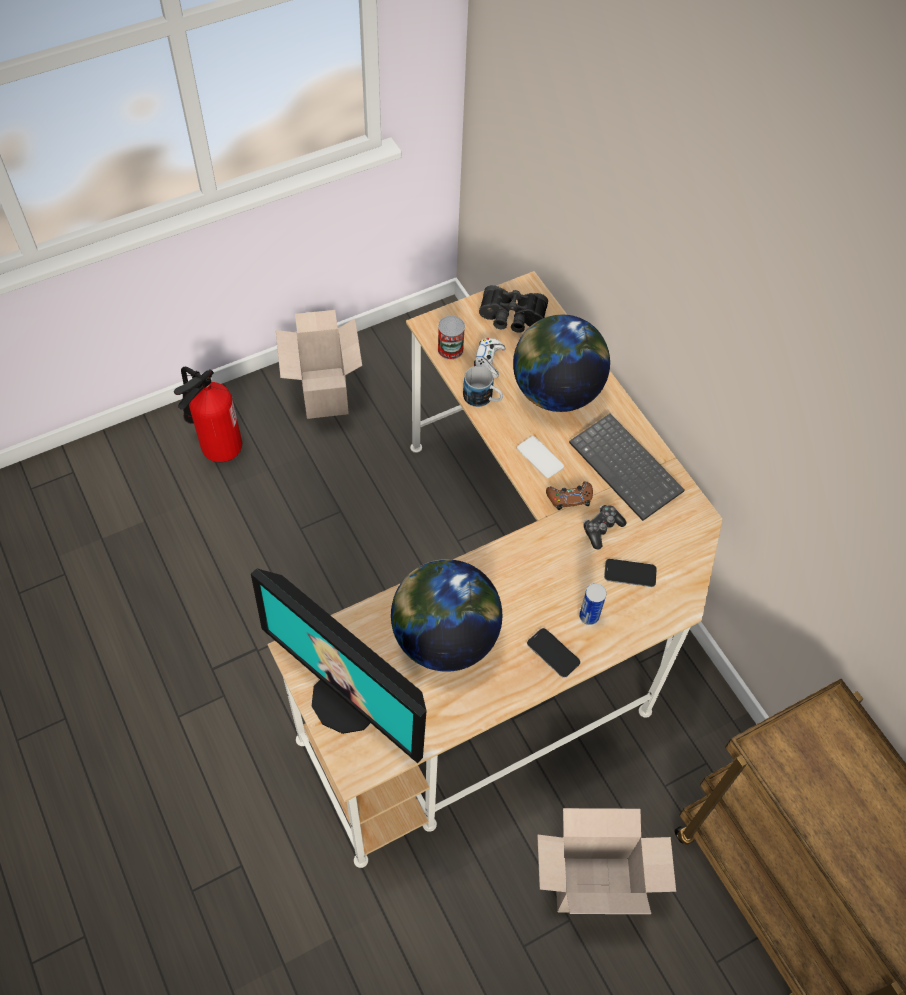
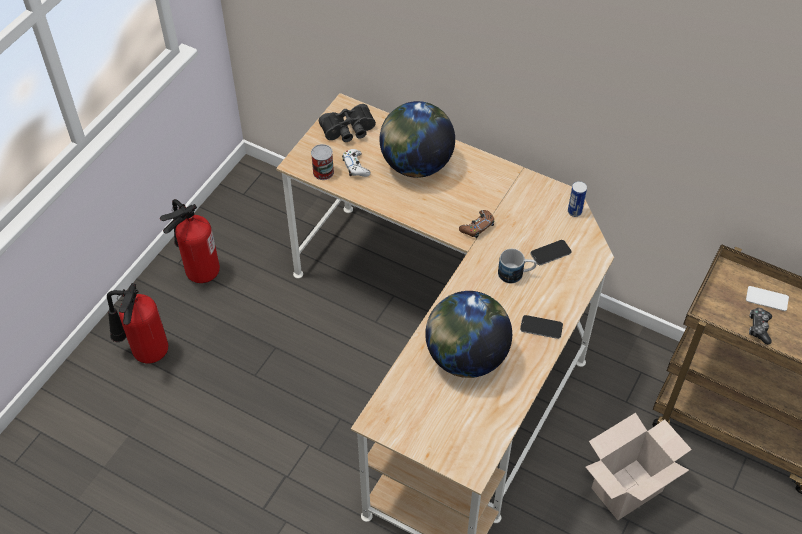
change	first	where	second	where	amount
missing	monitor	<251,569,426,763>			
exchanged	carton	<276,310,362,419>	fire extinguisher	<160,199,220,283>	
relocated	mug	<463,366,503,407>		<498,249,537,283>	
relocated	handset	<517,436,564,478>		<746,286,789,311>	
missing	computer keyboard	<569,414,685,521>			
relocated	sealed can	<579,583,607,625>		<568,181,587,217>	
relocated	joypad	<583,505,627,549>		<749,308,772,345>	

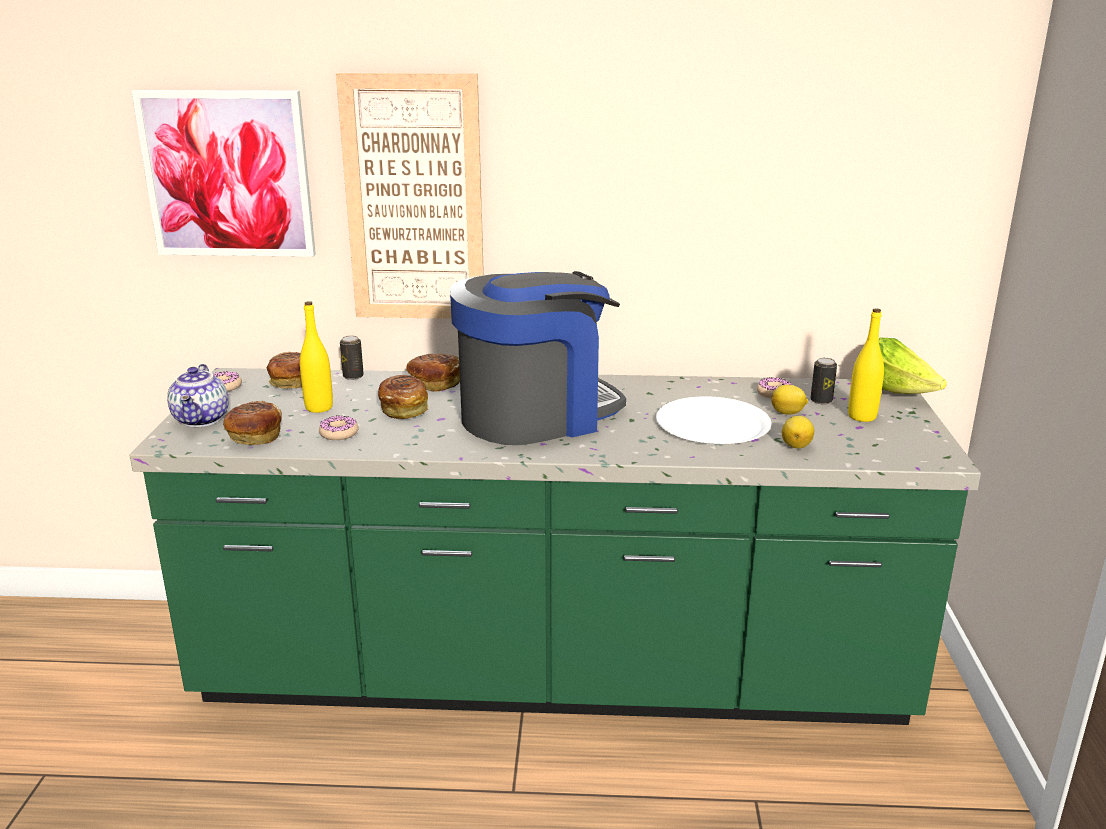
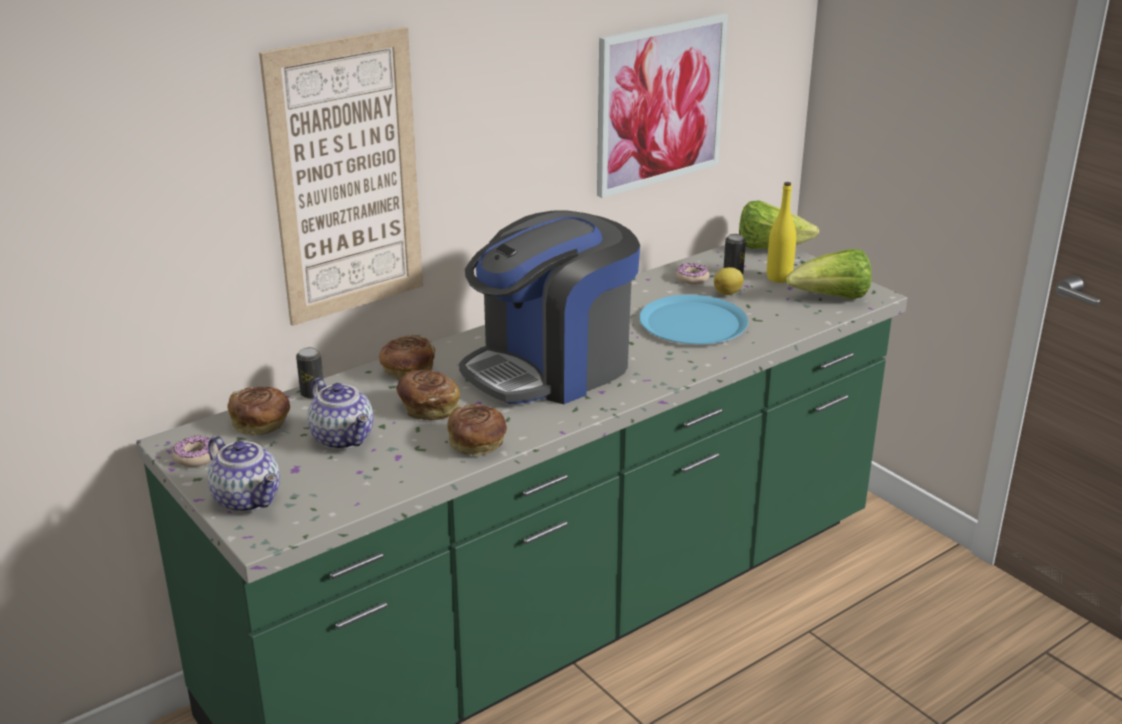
change	first	where	second	where	amount
relocated	wall picture	<132,90,316,257>		<597,13,728,198>	
relocated	baked bread	<223,401,282,445>		<447,404,507,456>	
exchanged	yellow beverage bottle	<300,301,333,413>	teapot	<307,378,373,450>	
missing	doughnut	<319,416,359,440>			
spun	coffee maker	<450,271,626,445>		<459,211,640,404>	150 degrees counterclockwise
colour	white dinner plate	<656,396,771,444>	bluish dinner plate	<639,295,748,344>	
missing	citrus fruit	<782,416,814,448>			
appeared			lettuce head	<786,249,872,299>	

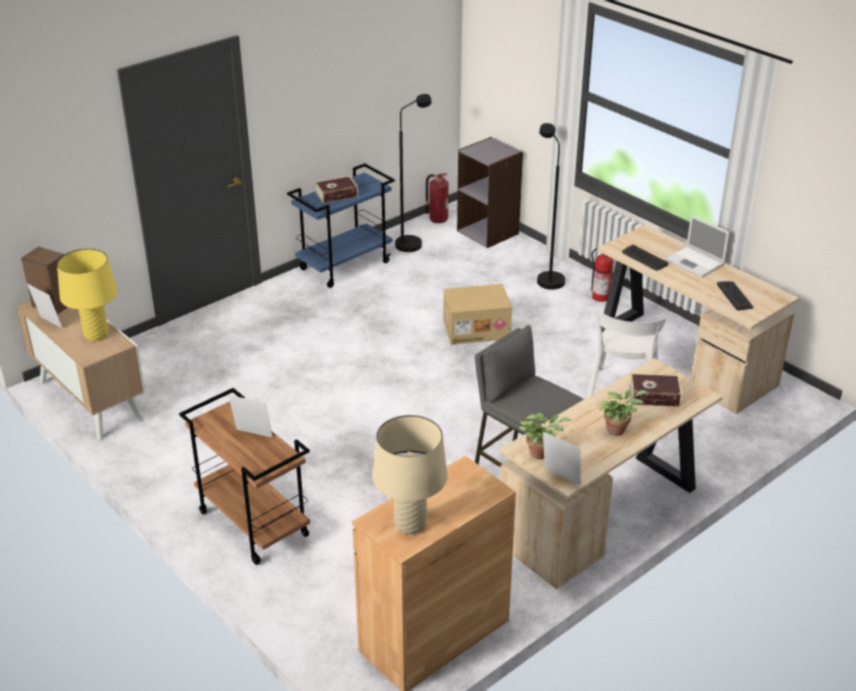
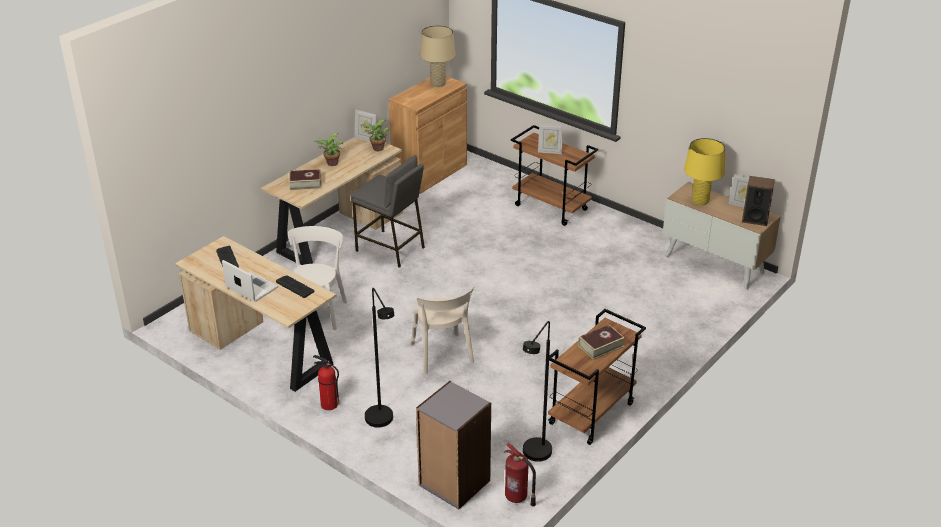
change	first	where	second	where	amount
colour	bluish wheeled cart	<287,163,395,288>	brown wheeled cart	<548,309,646,445>	
exchanged	carton	<443,284,512,345>	beige-coloured upright chair	<411,286,475,374>	

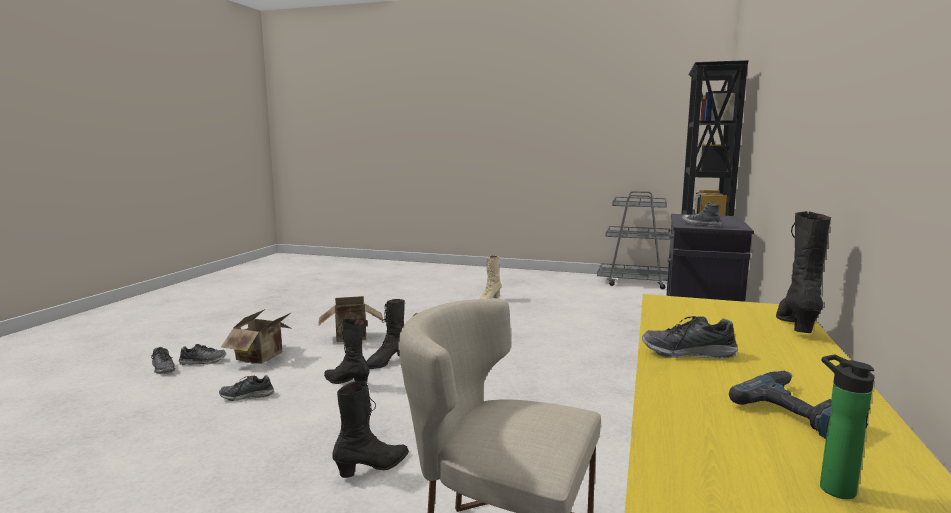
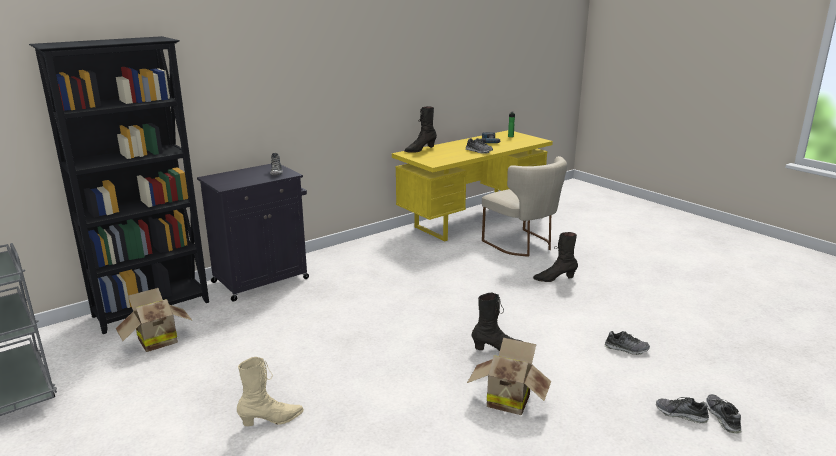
change	first	where	second	where	amount
relocated	carton	<221,309,293,364>		<116,288,193,352>	
missing	black-coloured high-top boot	<324,318,369,384>			

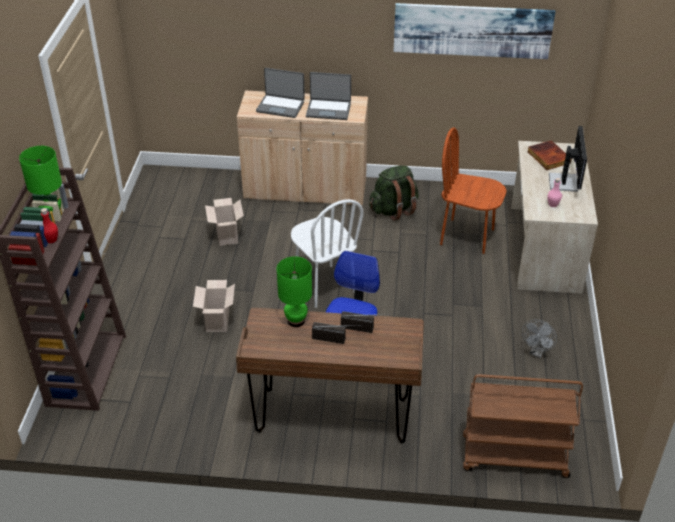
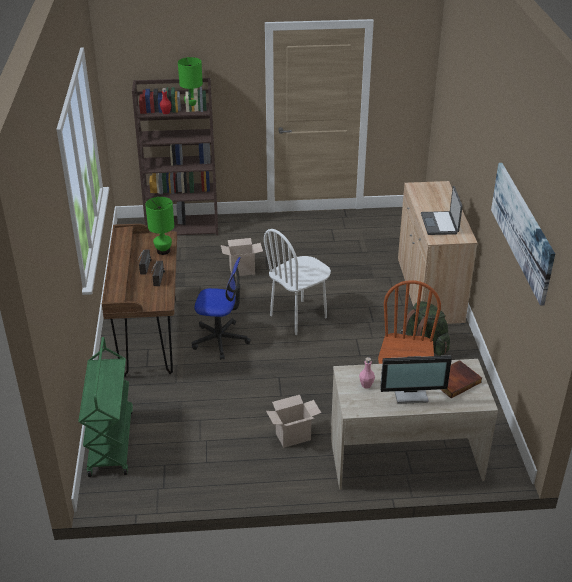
change	first	where	second	where	amount
relocated	carton	<205,198,244,246>		<266,395,321,448>	
missing	portable computer	<256,68,305,118>			
colour	brown wheeled cart	<463,374,583,478>	green-coloured wheeled cart	<78,337,133,477>	
missing	gray electric fan	<522,319,557,358>			

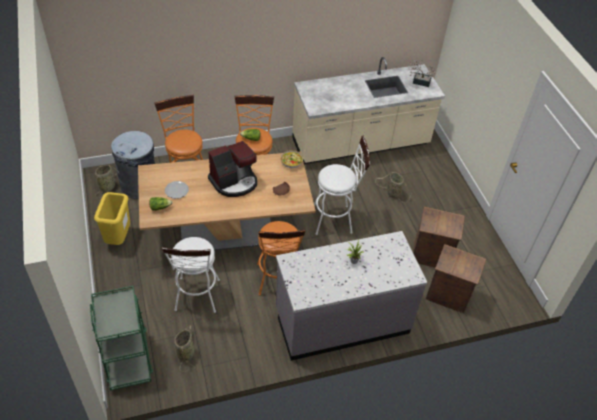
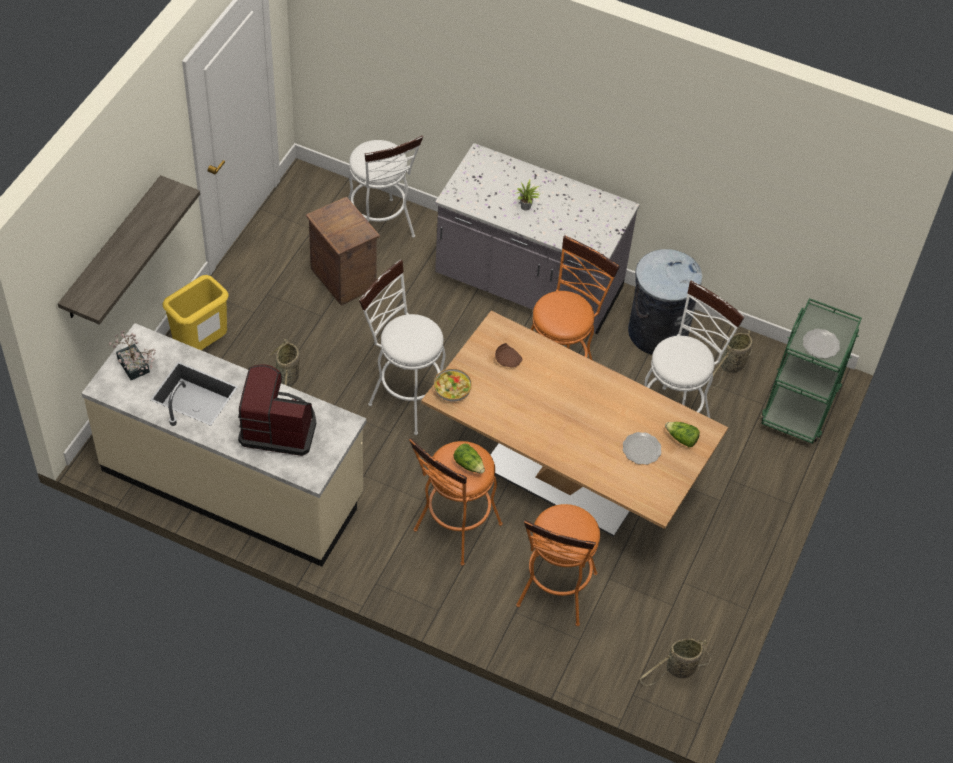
change	first	where	second	where	amount
relocated	yellow rubbish bin	<94,192,130,245>		<163,275,229,350>	
relocated	gray rubbish bin	<111,131,155,199>		<628,249,702,355>	
relocated	coffee maker	<208,141,257,197>		<238,364,316,456>	
exchanged	crate	<426,244,486,313>	white stool	<348,136,423,238>	
appeared			wall shelf	<58,175,200,325>	
appeared			dinner plate	<803,329,840,359>	

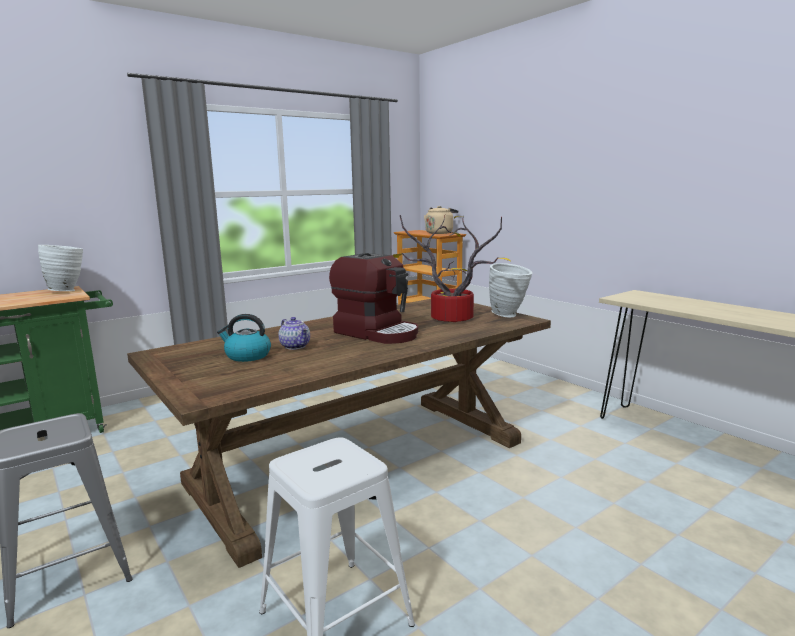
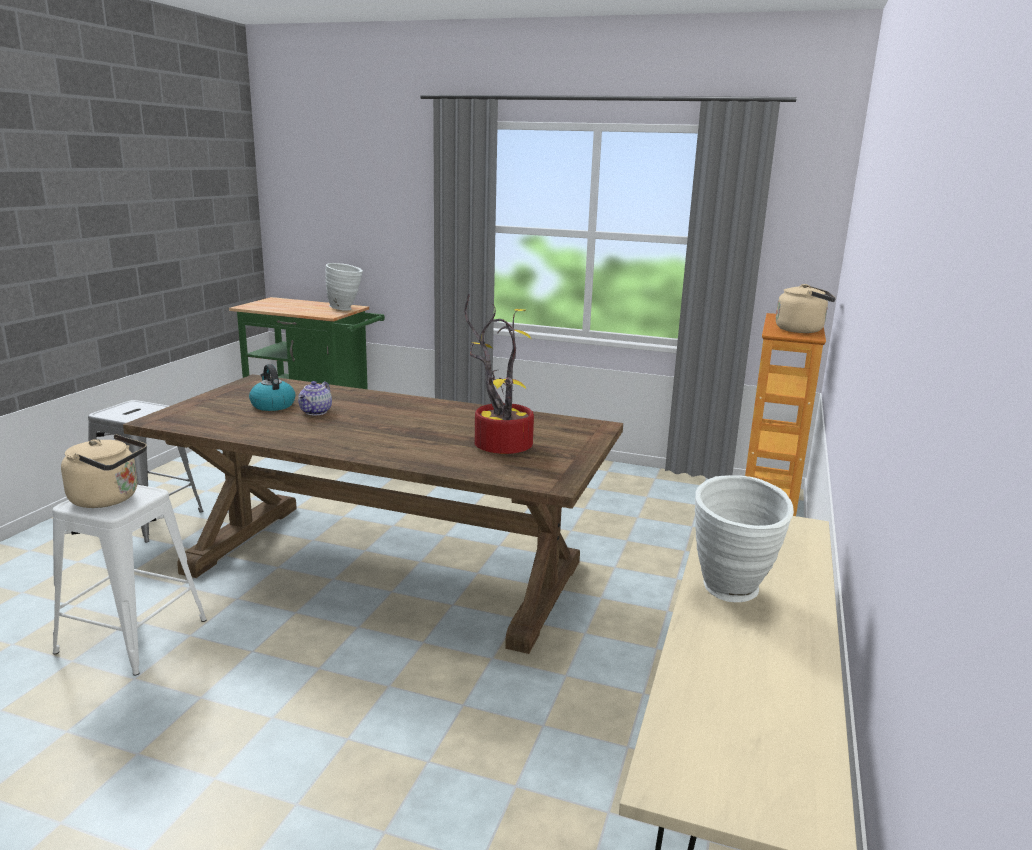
change	first	where	second	where	amount
missing	coffee maker	<329,253,418,344>			
relocated	white decorative vase	<489,263,533,317>		<695,475,794,602>	
appeared			beige-coloured tea kettle	<61,434,147,508>	

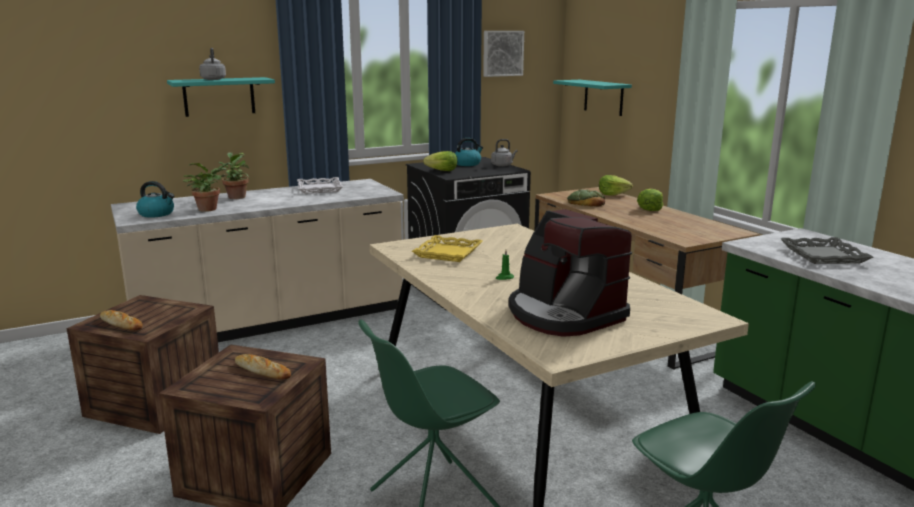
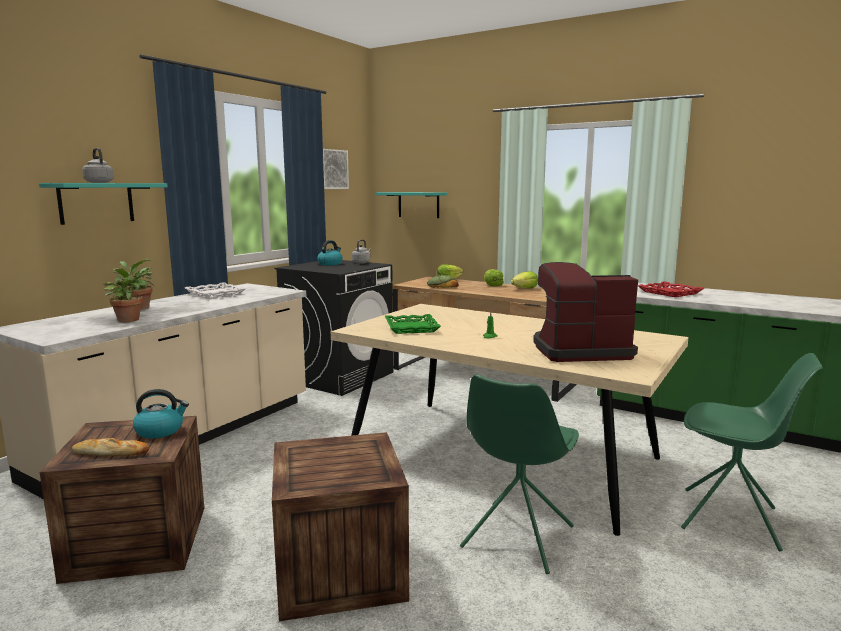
change	first	where	second	where	amount
relocated	tea kettle	<136,181,175,218>		<133,389,189,439>	
missing	baked bread	<235,354,291,379>			
colour	yellow carrying tray	<412,235,482,262>	green-coloured carrying tray	<385,314,441,334>	
relocated	lettuce head	<423,151,457,171>		<511,271,538,288>	
spun	coffee maker	<509,209,632,337>		<533,262,638,362>	150 degrees clockwise
colour	gray carrying tray	<781,237,873,264>	red-coloured carrying tray	<638,281,705,297>	

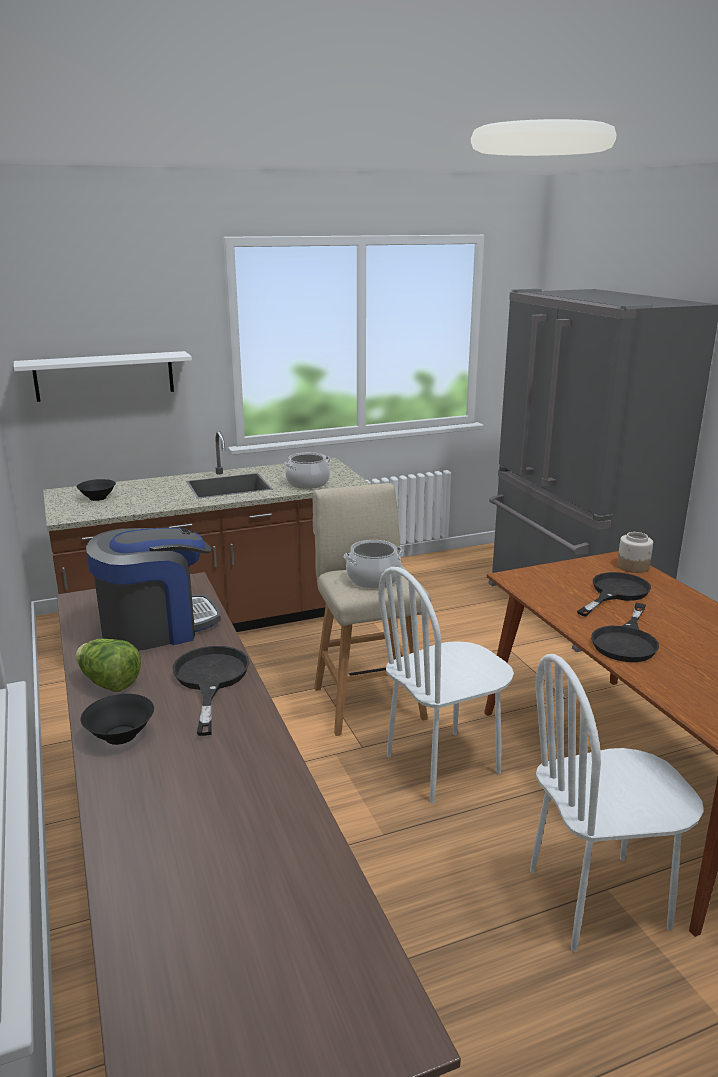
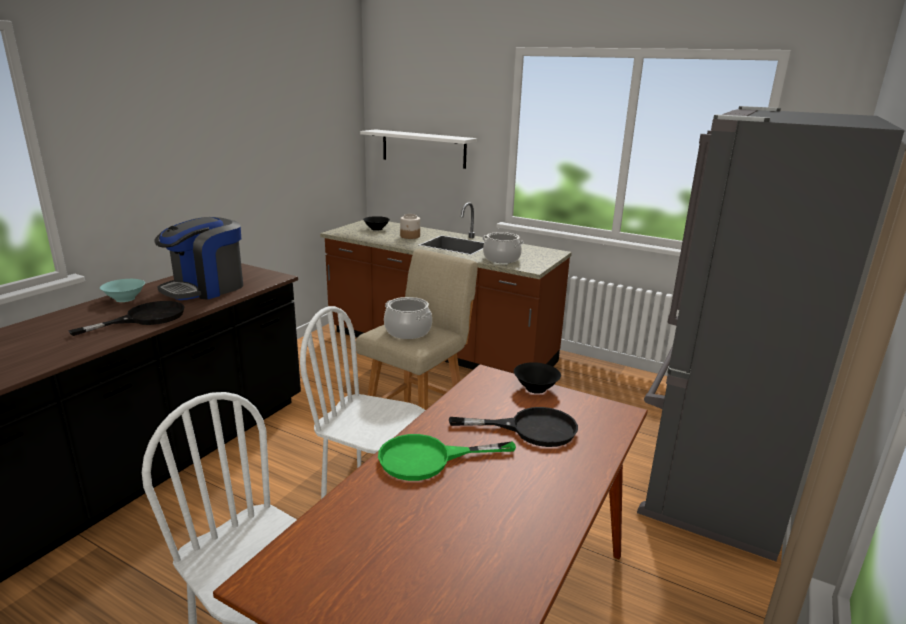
change	first	where	second	where	amount
exchanged	lettuce head	<75,639,141,692>	blue-green bowl	<100,279,145,302>	
relocated	black-coloured bowl	<81,694,154,745>		<514,362,561,394>	
spun	coffee maker	<86,527,221,651>		<154,217,243,300>	105 degrees clockwise
colour	black-coloured pan	<591,603,659,662>	green-coloured pan	<378,434,516,481>	
relocated	jar	<617,532,653,573>		<400,214,420,239>	

